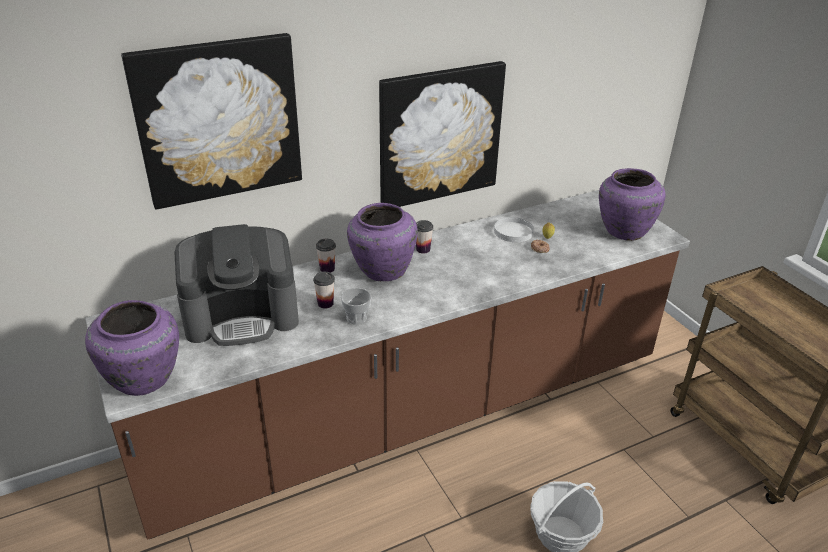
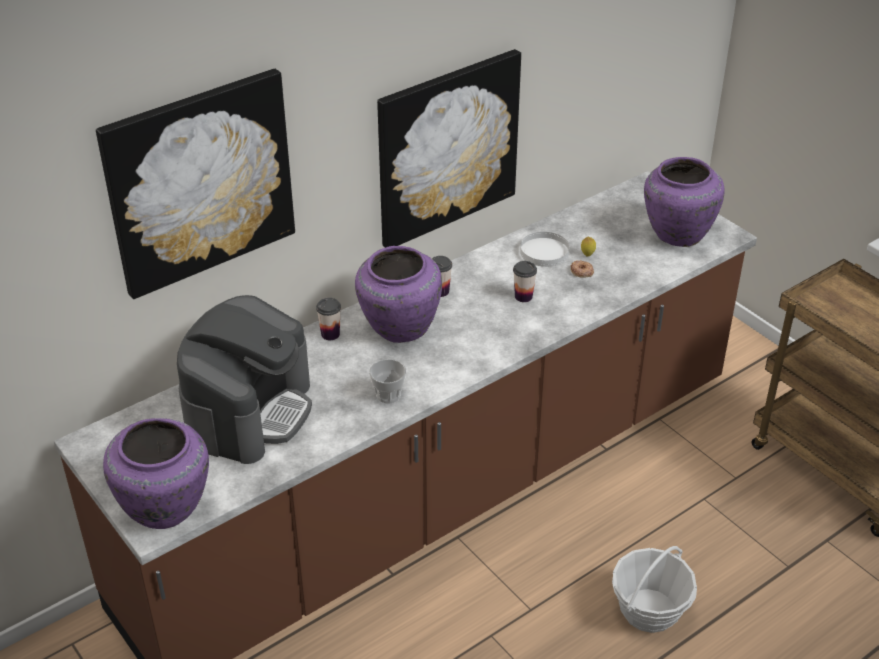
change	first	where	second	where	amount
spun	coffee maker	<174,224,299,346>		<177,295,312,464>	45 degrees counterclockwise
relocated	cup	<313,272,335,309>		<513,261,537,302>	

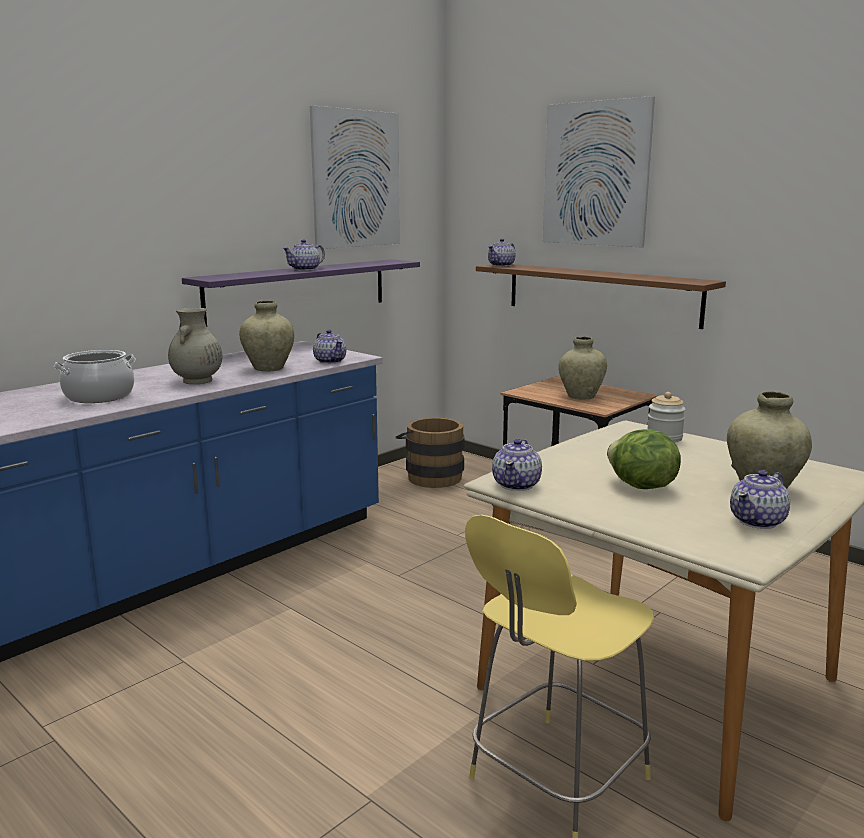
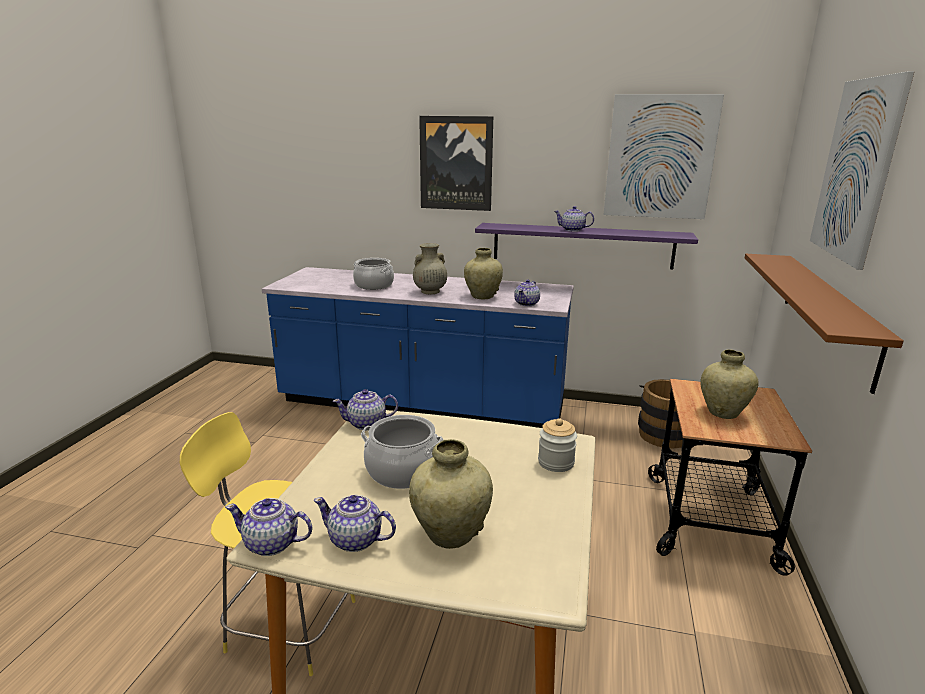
change	first	where	second	where	amount
relocated	teapot	<488,239,515,267>		<225,498,313,556>	
exchanged	lettuce head	<607,429,681,489>	cooking pot	<361,415,444,489>	
appeared			wall picture	<419,116,493,211>	

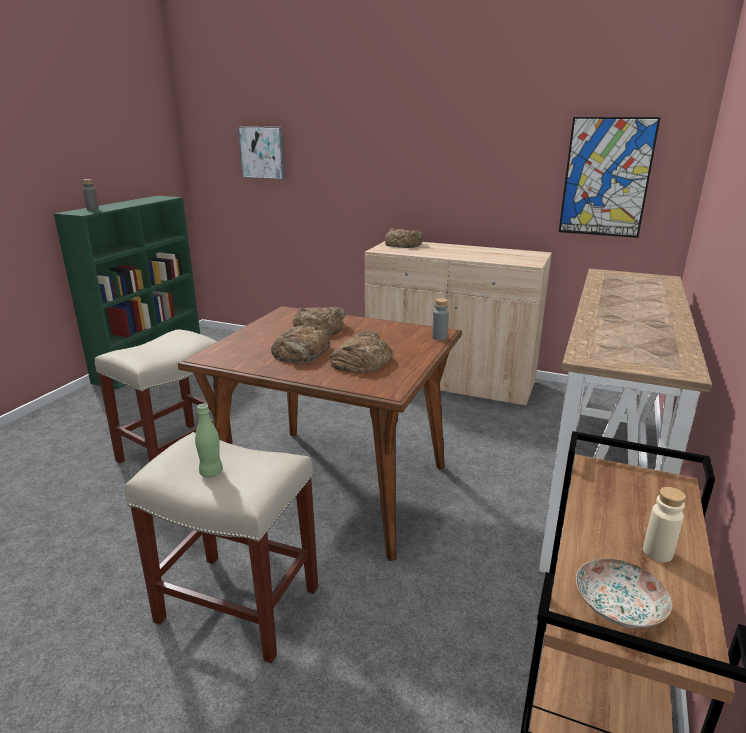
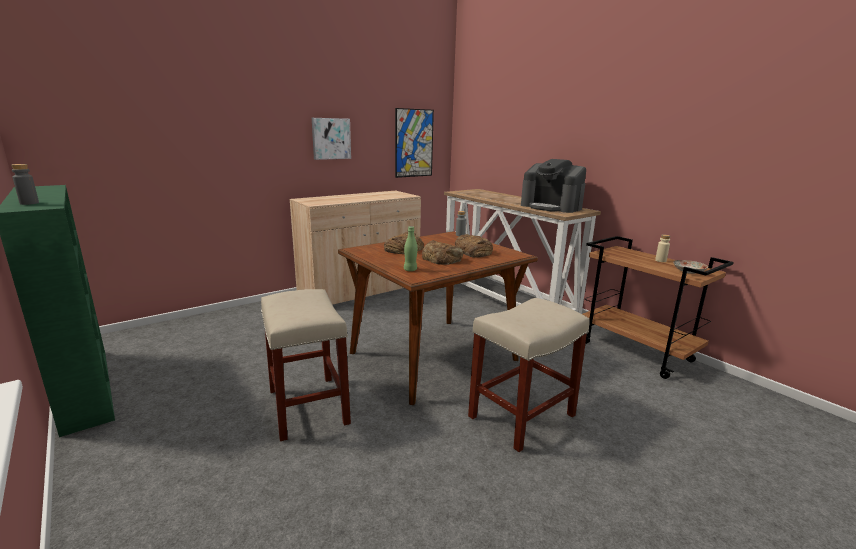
change	first	where	second	where	amount
relocated	green-coloured beverage bottle	<195,403,223,477>		<404,226,418,271>	
relocated	wall picture	<238,126,285,179>		<312,118,351,160>	
missing	baked bread	<385,228,423,248>			
appeared			coffee maker	<521,159,586,213>	

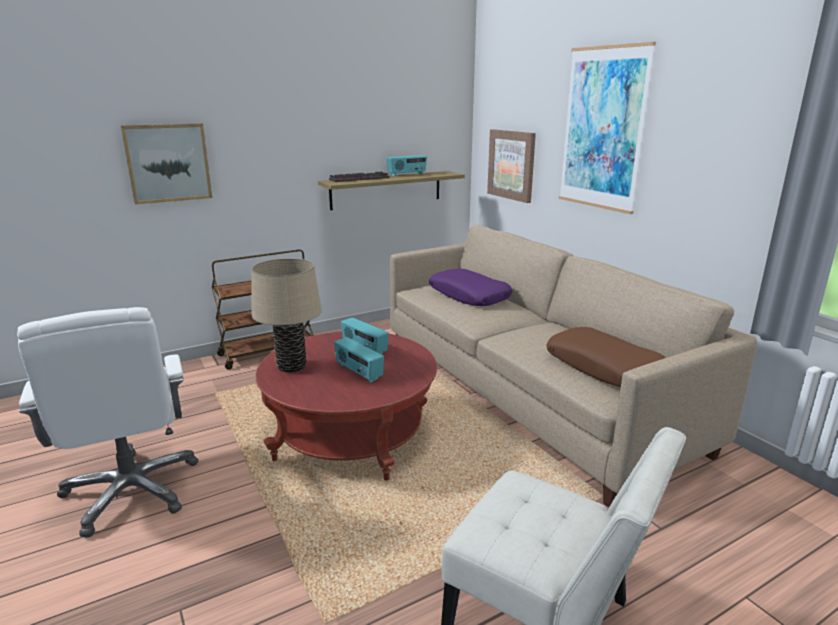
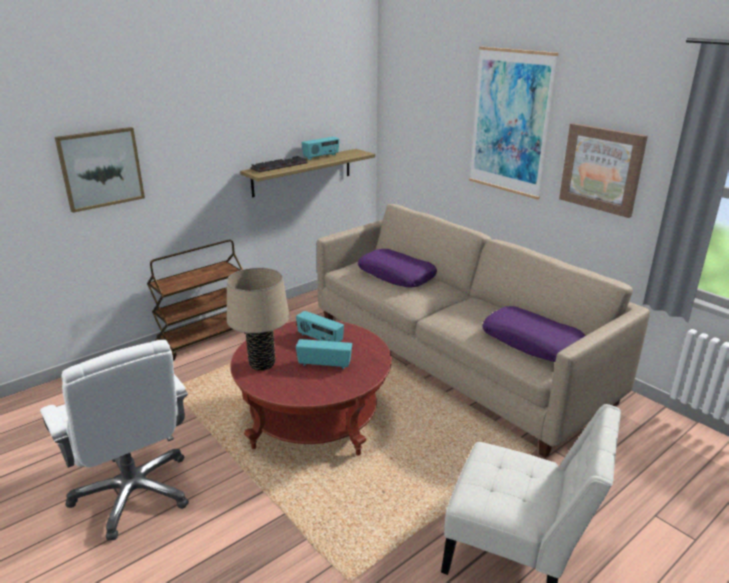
change	first	where	second	where	amount
spun	radio	<334,337,384,383>		<296,339,352,369>	150 degrees clockwise
relocated	wall picture	<487,129,536,203>		<559,123,648,218>	
colour	brown throw pillow	<546,327,666,387>	purple-coloured throw pillow	<482,306,585,362>	

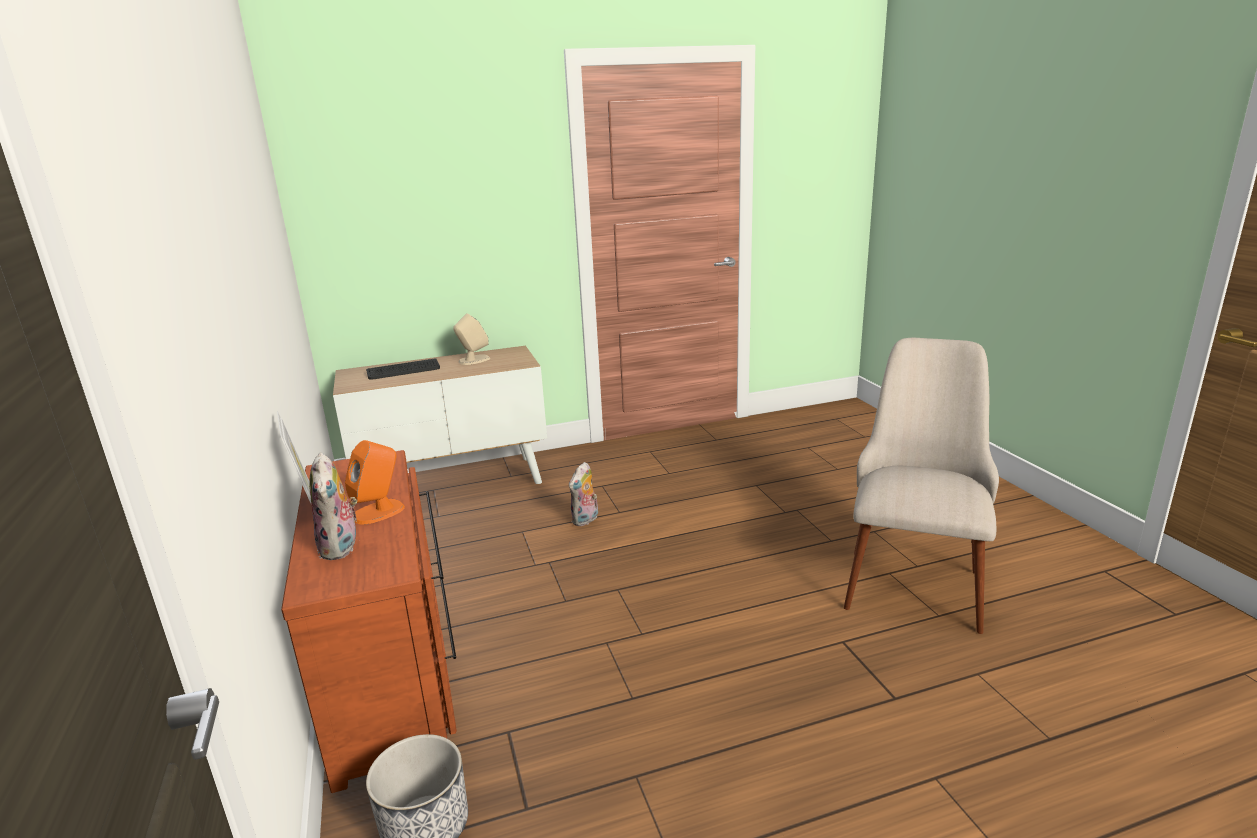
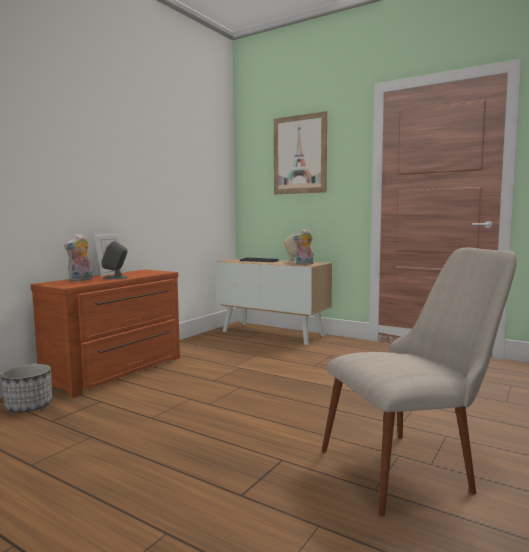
change	first	where	second	where	amount
colour	orangey audio speaker	<345,440,405,525>	gray audio speaker	<102,241,128,279>	
relocated	cuddly toy	<569,462,598,526>		<293,229,314,265>	
appeared			wall picture	<274,111,327,194>	

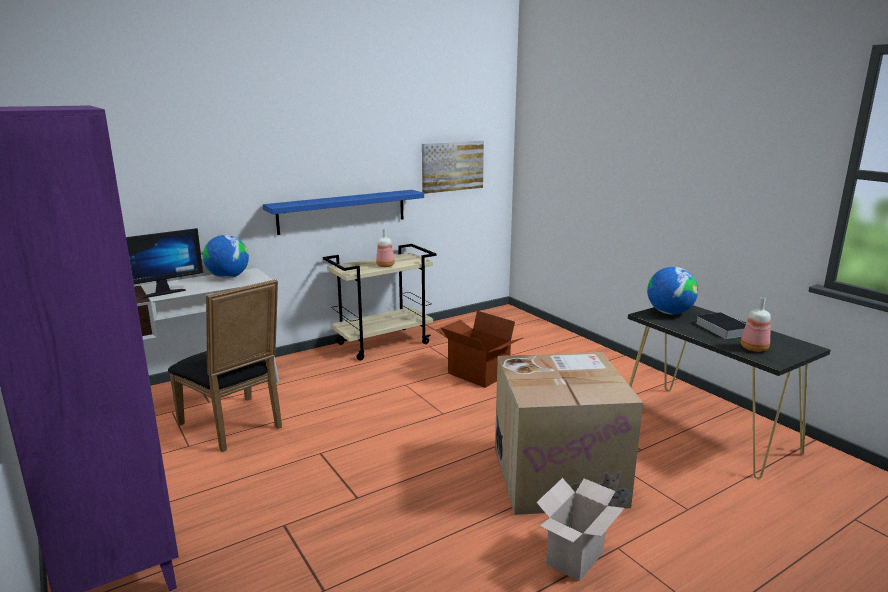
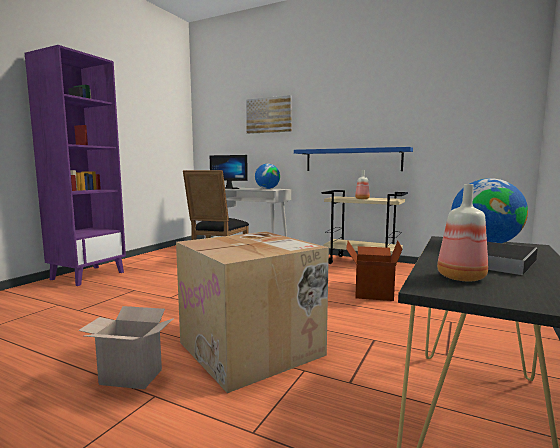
change	first	where	second	where	amount
relocated	wall picture	<422,140,484,194>		<246,95,292,134>	

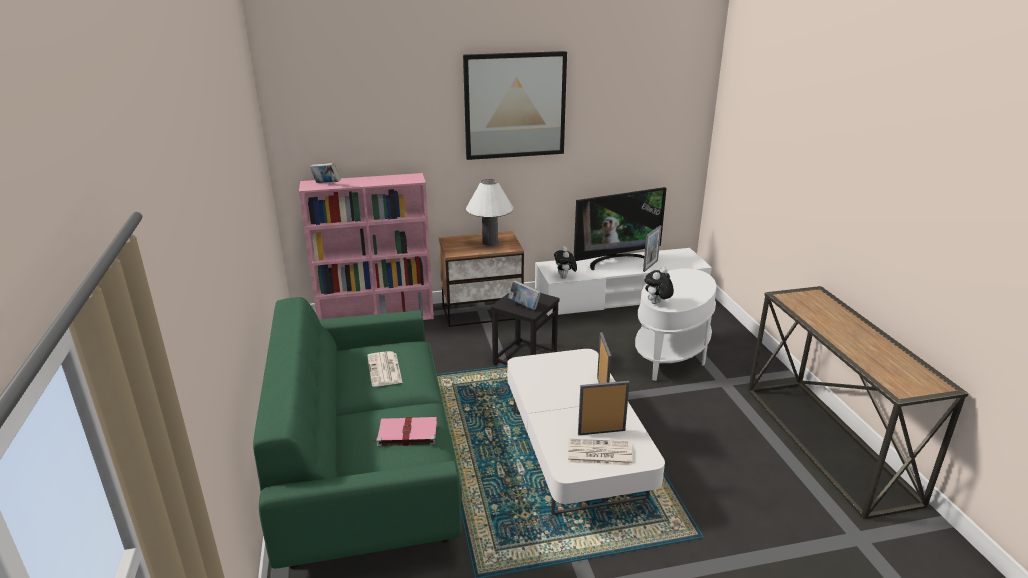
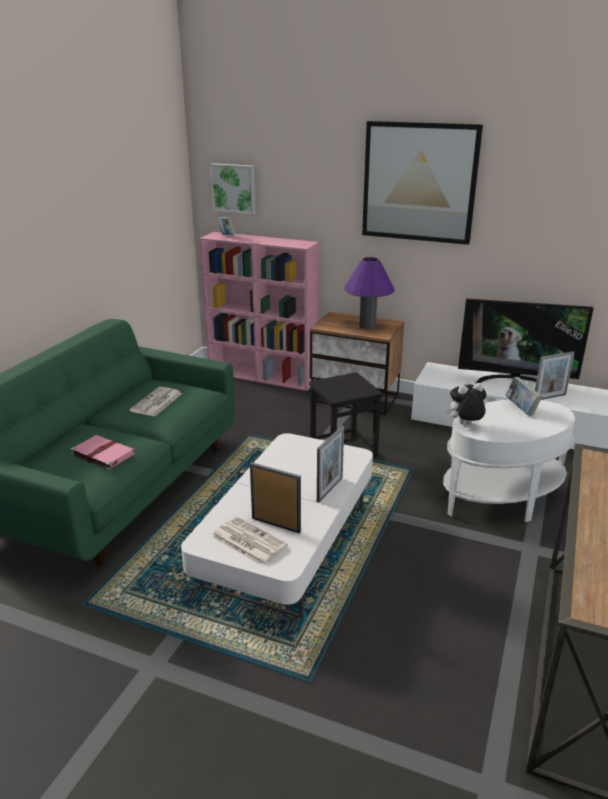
change	first	where	second	where	amount
colour	white lamp for a table	<466,179,513,246>	purple-coloured lamp for a table	<344,257,395,329>	
relocated	book	<508,280,541,310>		<505,377,542,416>	
missing	cuddly toy	<554,246,577,279>			
appeared			wall picture	<210,163,255,214>	

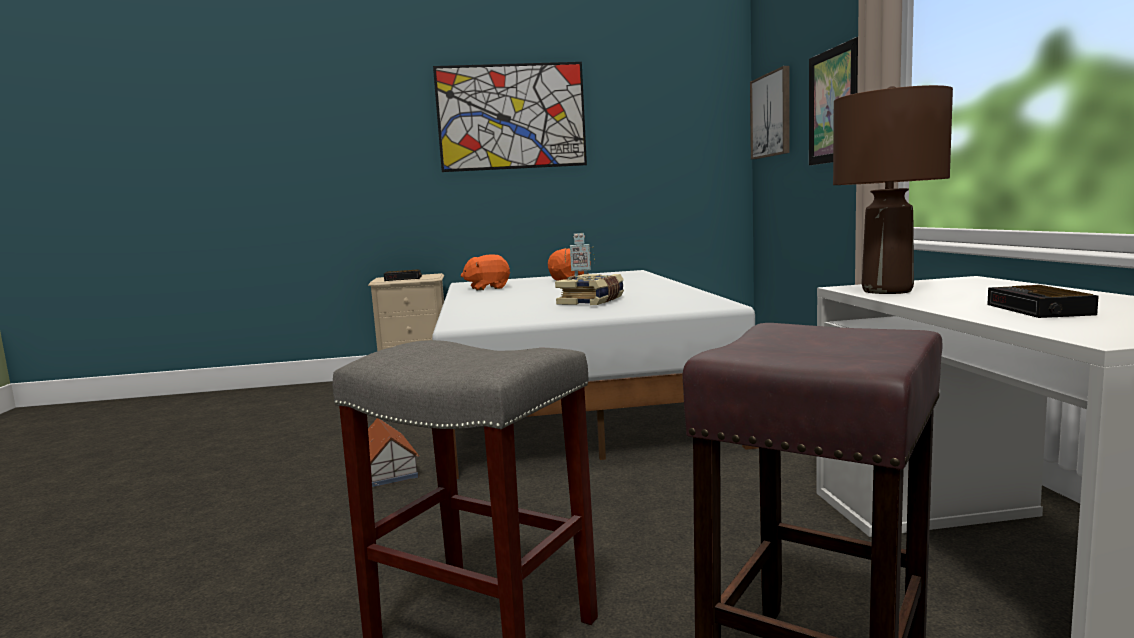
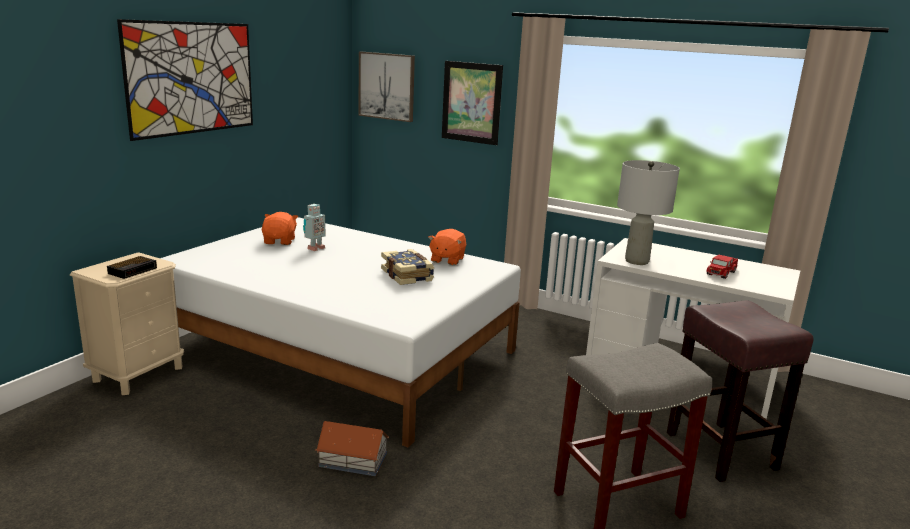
change	first	where	second	where	amount
relocated	orangey cuddly toy	<461,254,510,291>		<428,229,466,265>	
colour	brown lamp for a table	<833,85,953,294>	gray lamp for a table	<617,160,680,265>	
exchanged	bedside clock	<988,285,1099,318>	model truck	<706,255,738,279>	

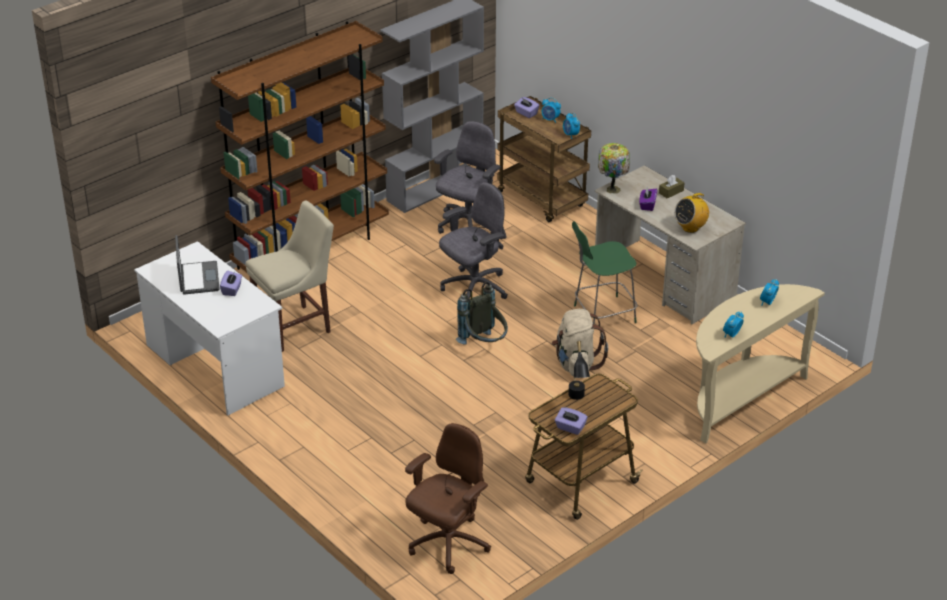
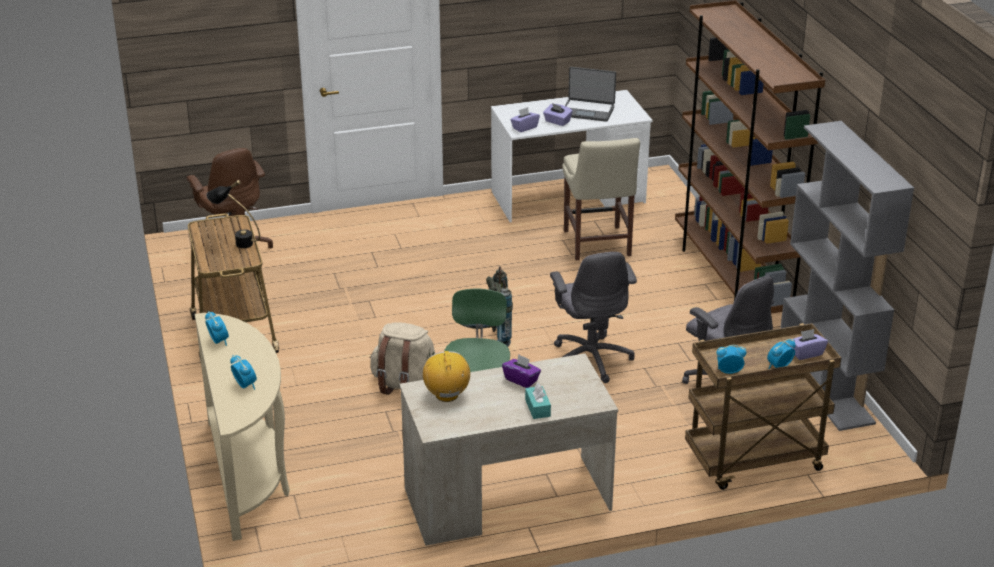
change	first	where	second	where	amount
relocated	purple-coloured tissue holder	<555,407,588,435>		<510,107,540,132>	
missing	lamp for a table	<598,143,630,194>			
colour	brown tissue holder	<659,175,684,198>	blue-green tissue holder	<525,383,551,419>	

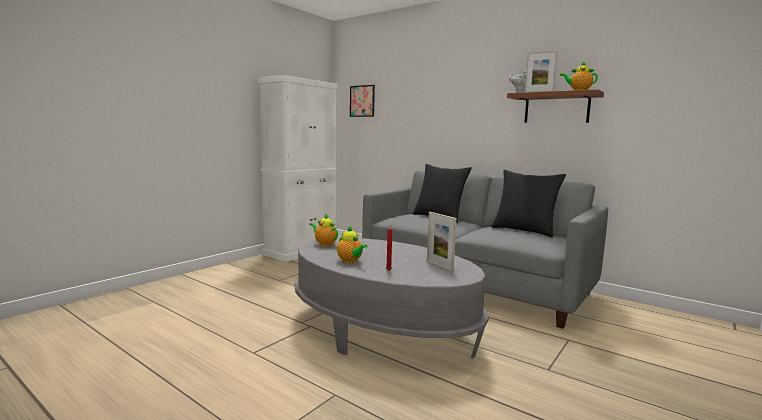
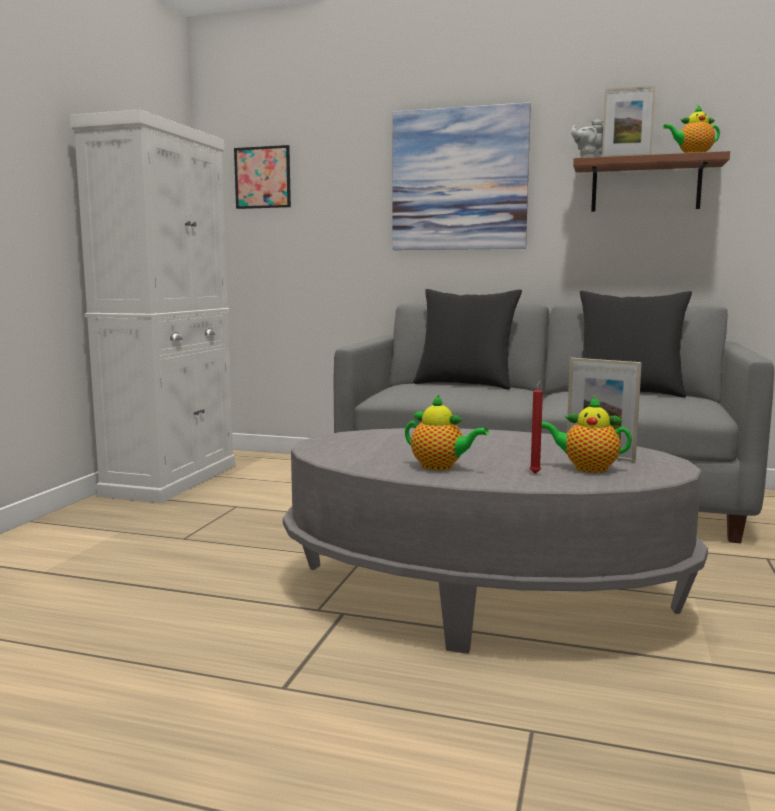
change	first	where	second	where	amount
relocated	teapot	<309,214,338,246>		<542,396,632,473>	
appeared			wall picture	<392,102,531,250>	

